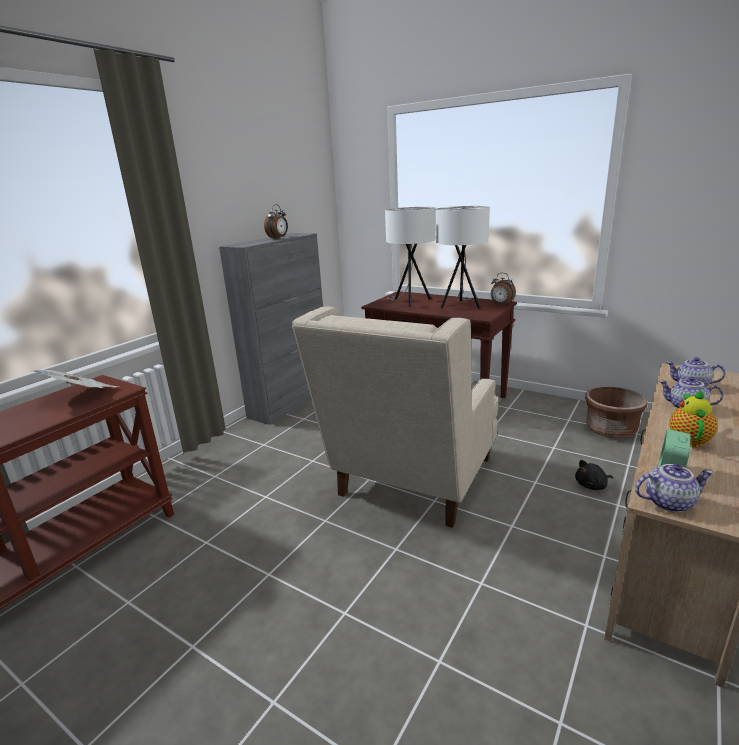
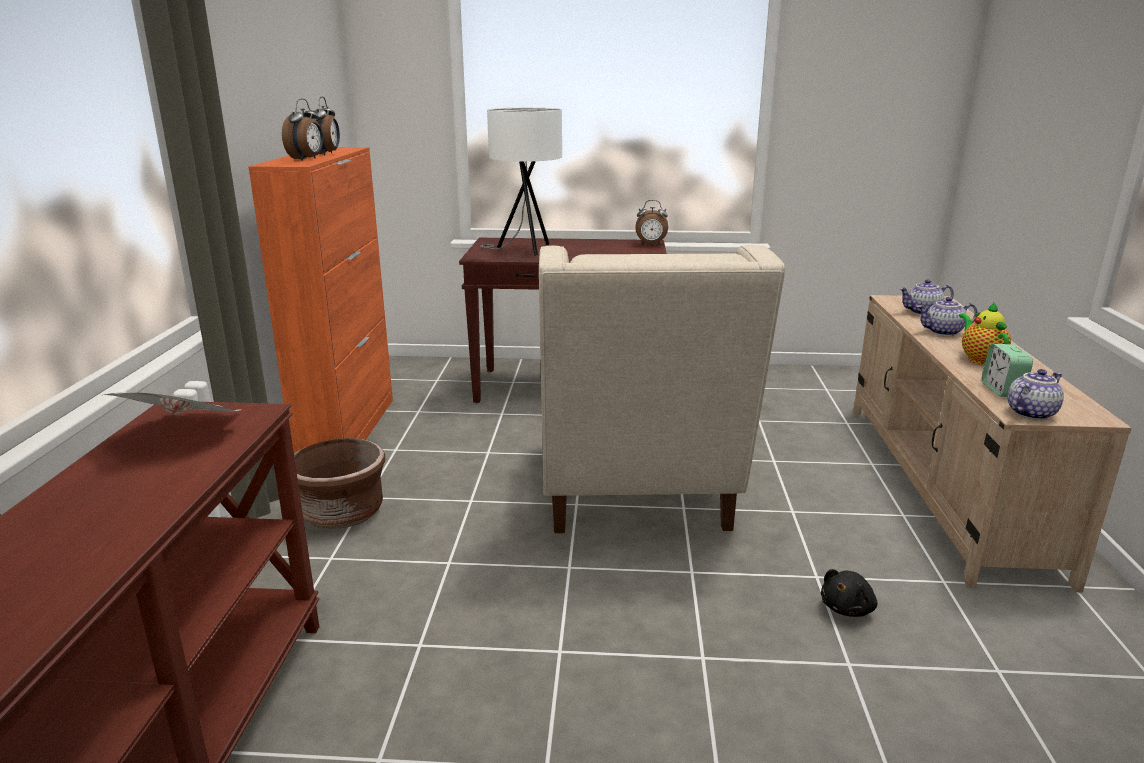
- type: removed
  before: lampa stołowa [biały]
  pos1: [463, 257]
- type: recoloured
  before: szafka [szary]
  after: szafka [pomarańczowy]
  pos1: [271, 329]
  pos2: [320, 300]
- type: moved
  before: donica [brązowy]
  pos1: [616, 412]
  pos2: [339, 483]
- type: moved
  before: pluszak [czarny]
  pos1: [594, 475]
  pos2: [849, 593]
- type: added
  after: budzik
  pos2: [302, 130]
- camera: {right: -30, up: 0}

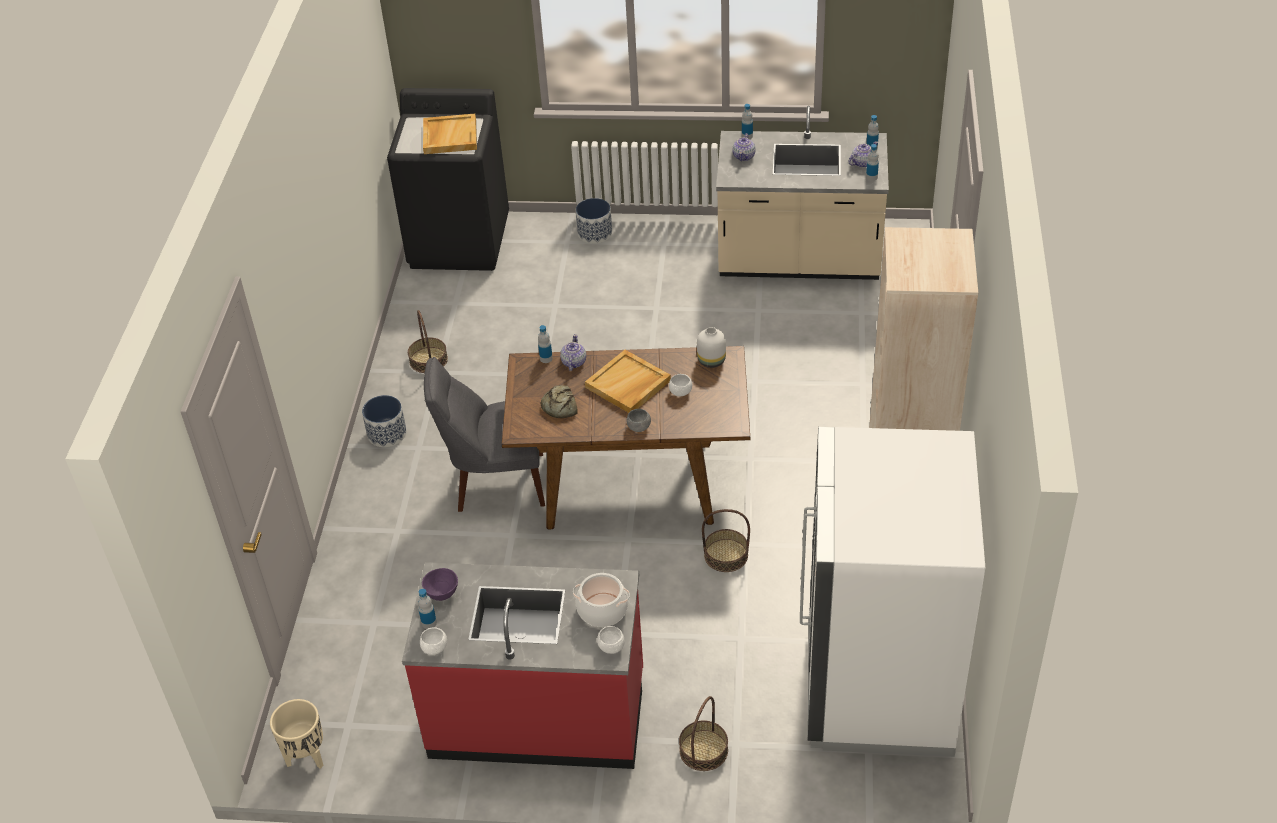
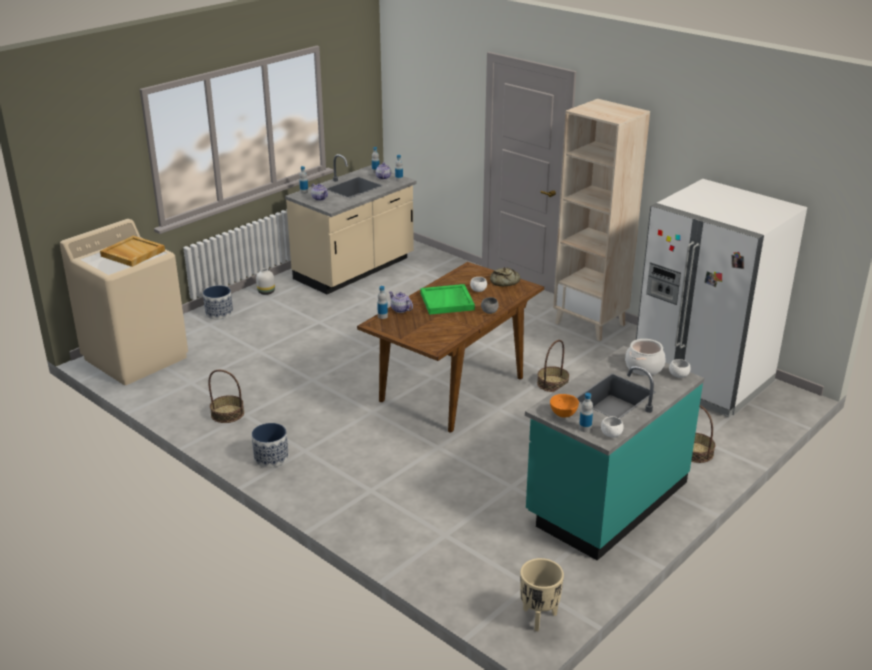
- type: recoloured
  before: pralka [czarny]
  after: pralka [beżowy]
  pos1: [448, 179]
  pos2: [124, 302]
- type: moved
  before: wazon [biały]
  pos1: [711, 347]
  pos2: [265, 281]
- type: recoloured
  before: taca [beżowy]
  after: taca [zielony]
  pos1: [628, 381]
  pos2: [448, 299]
- type: removed
  before: krzesło [szary]
  pos1: [484, 434]
- type: moved
  before: chleb
  pos1: [559, 401]
  pos2: [505, 276]
- type: recoloured
  before: zabudowa kuchenna [czerwony]
  after: zabudowa kuchenna [turkusowy]
  pos1: [522, 665]
  pos2: [614, 453]
- type: recoloured
  before: miska [fioletowy]
  after: miska [pomarańczowy]
  pos1: [440, 584]
  pos2: [564, 406]
- camera: {right: -55, up: -15}

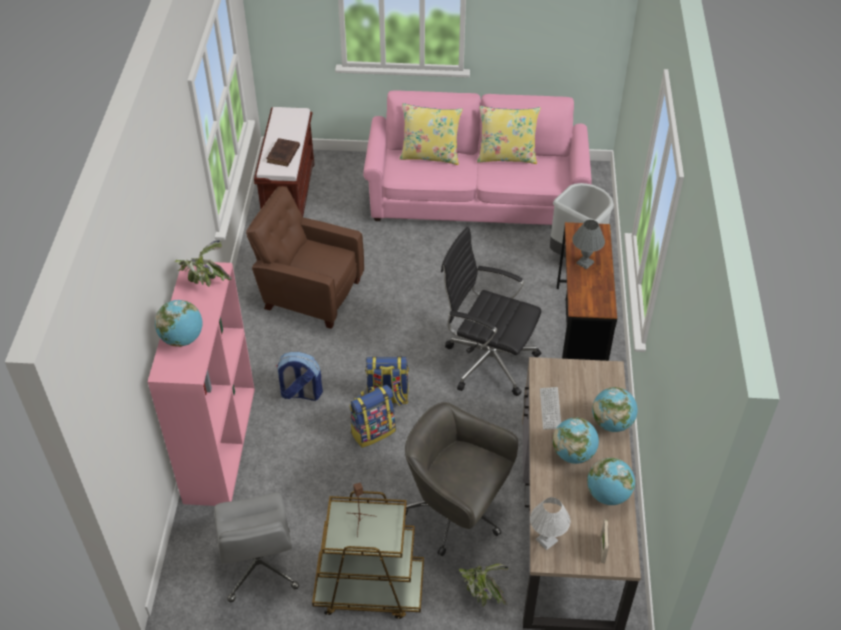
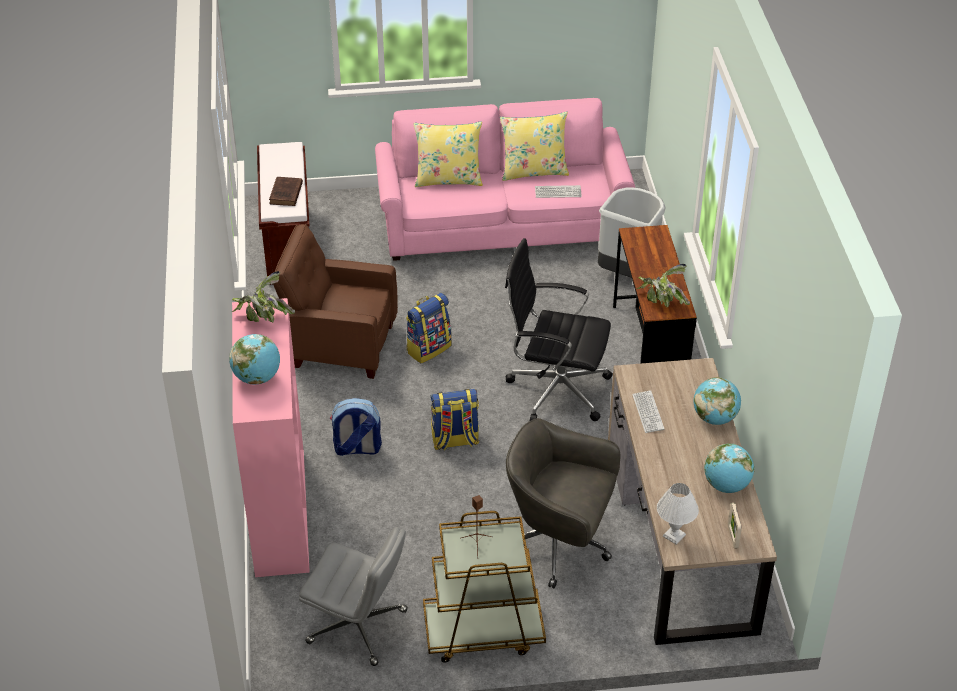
- type: removed
  before: lampa stołowa [szary]
  pos1: [588, 244]
- type: moved
  before: plecak
  pos1: [373, 416]
  pos2: [429, 328]
- type: removed
  before: globus
  pos1: [576, 441]
- type: turned
  before: krzesło biurowe [szary]
  pos1: [256, 547]
  pos2: [353, 596]
  turn: -45
- type: moved
  before: roślina doniczkowa
  pos1: [483, 585]
  pos2: [663, 285]
- type: added
  after: klawiatura
  pos2: [558, 191]
- camera: {right: -10, up: -5}

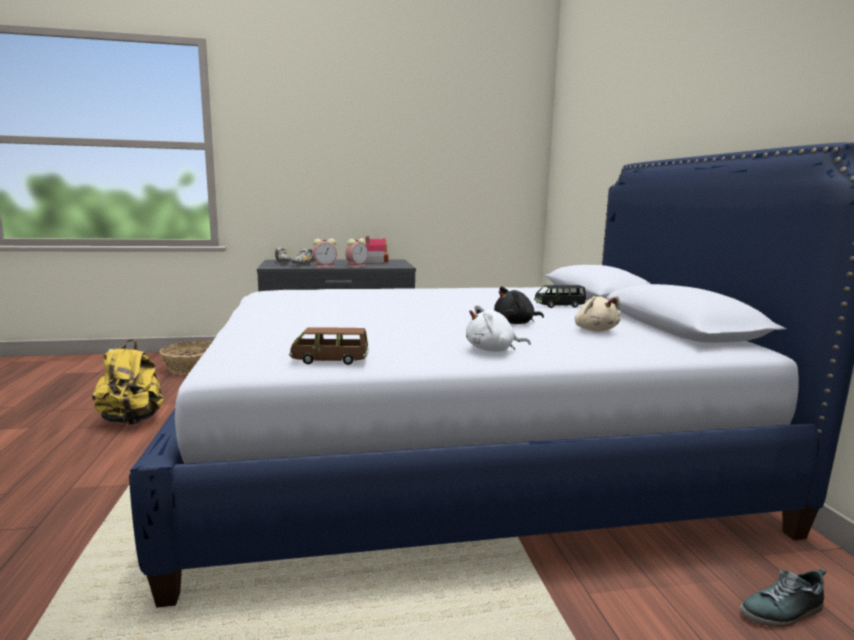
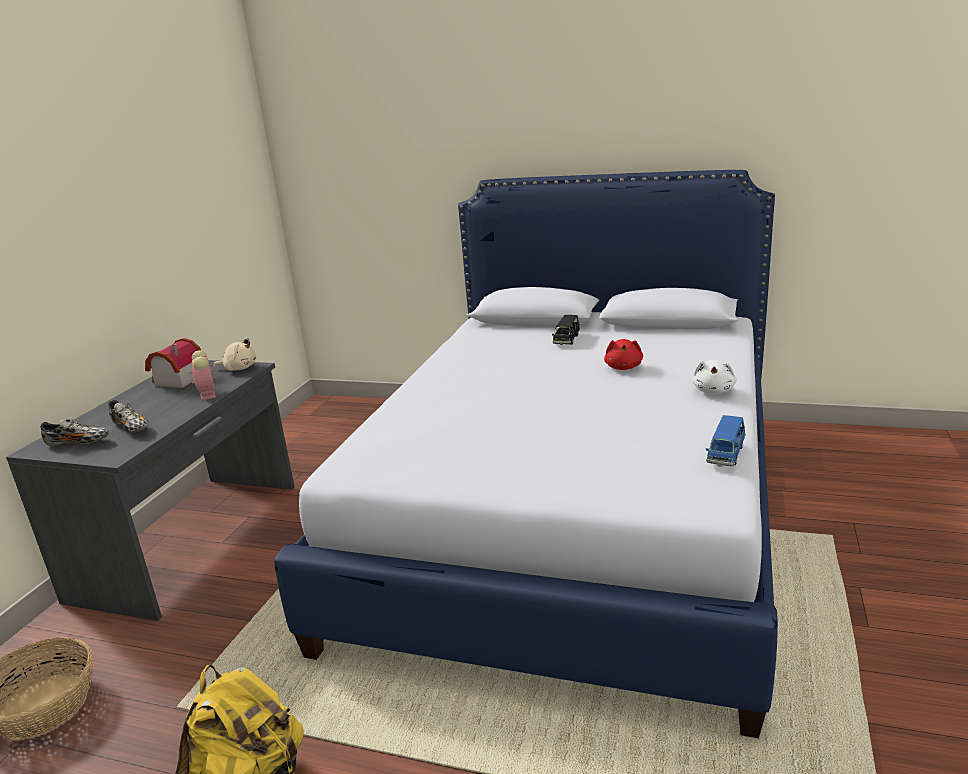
- type: removed
  before: budzik
  pos1: [325, 253]
- type: recoloured
  before: pluszak [czarny]
  after: pluszak [czerwony]
  pos1: [519, 305]
  pos2: [623, 354]
- type: moved
  before: pluszak [beżowy]
  pos1: [597, 314]
  pos2: [234, 354]
- type: recoloured
  before: samochodzik [brązowy]
  after: samochodzik [niebieski]
  pos1: [329, 346]
  pos2: [726, 441]
- type: removed
  before: but
  pos1: [783, 597]
- camera: {right: -60, up: 10}

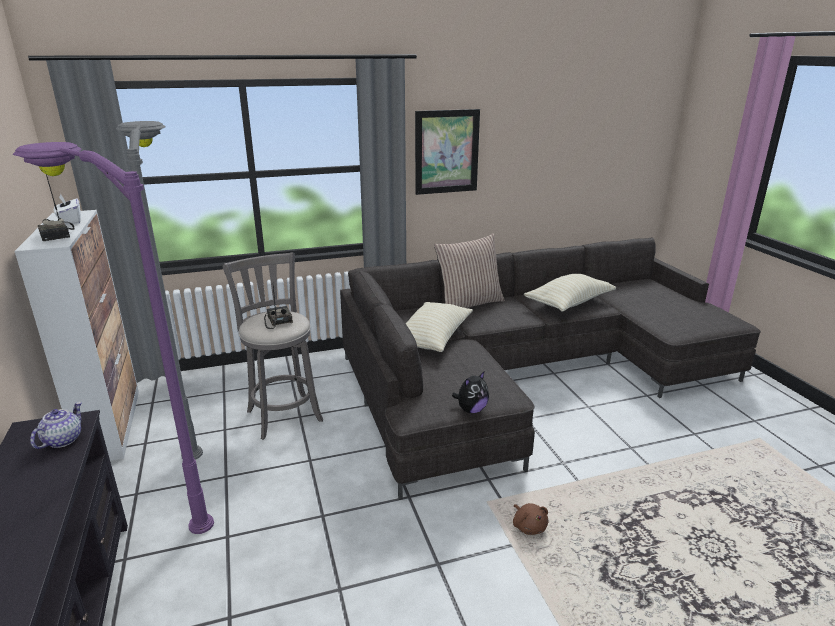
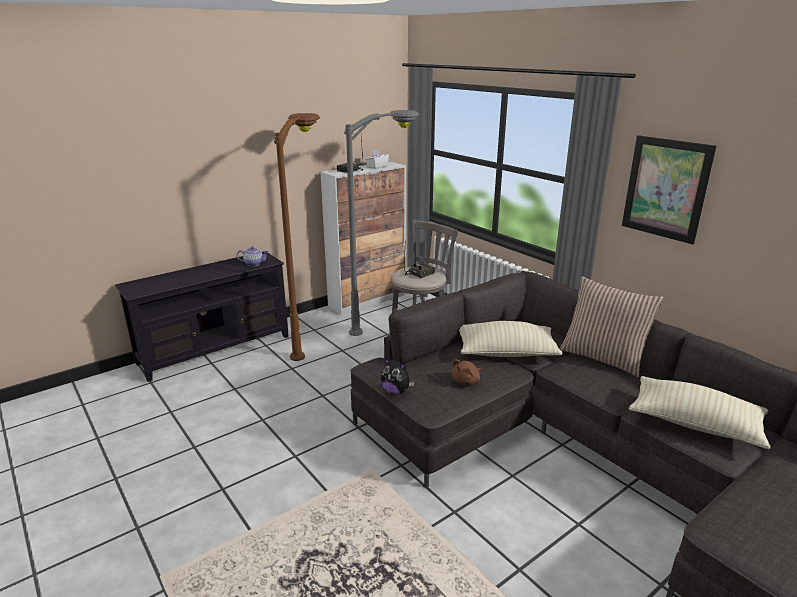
- type: recoloured
  before: lampa stojąca [fioletowy]
  after: lampa stojąca [brązowy]
  pos1: [113, 338]
  pos2: [297, 237]
- type: moved
  before: pluszak [brązowy]
  pos1: [531, 519]
  pos2: [466, 372]
- camera: {right: 70, up: 0}

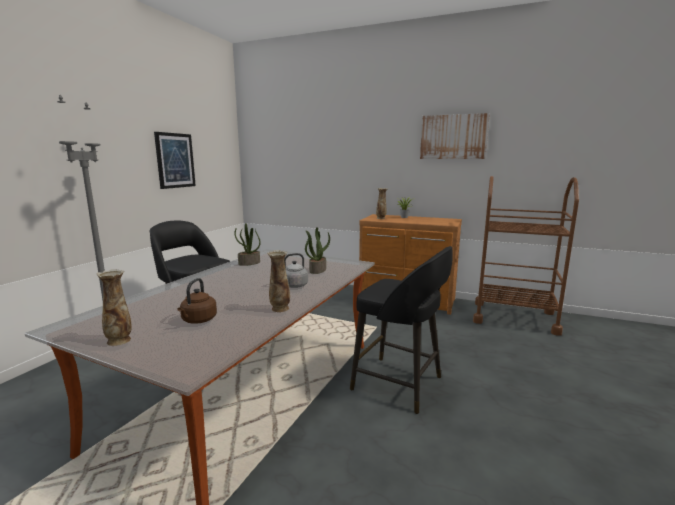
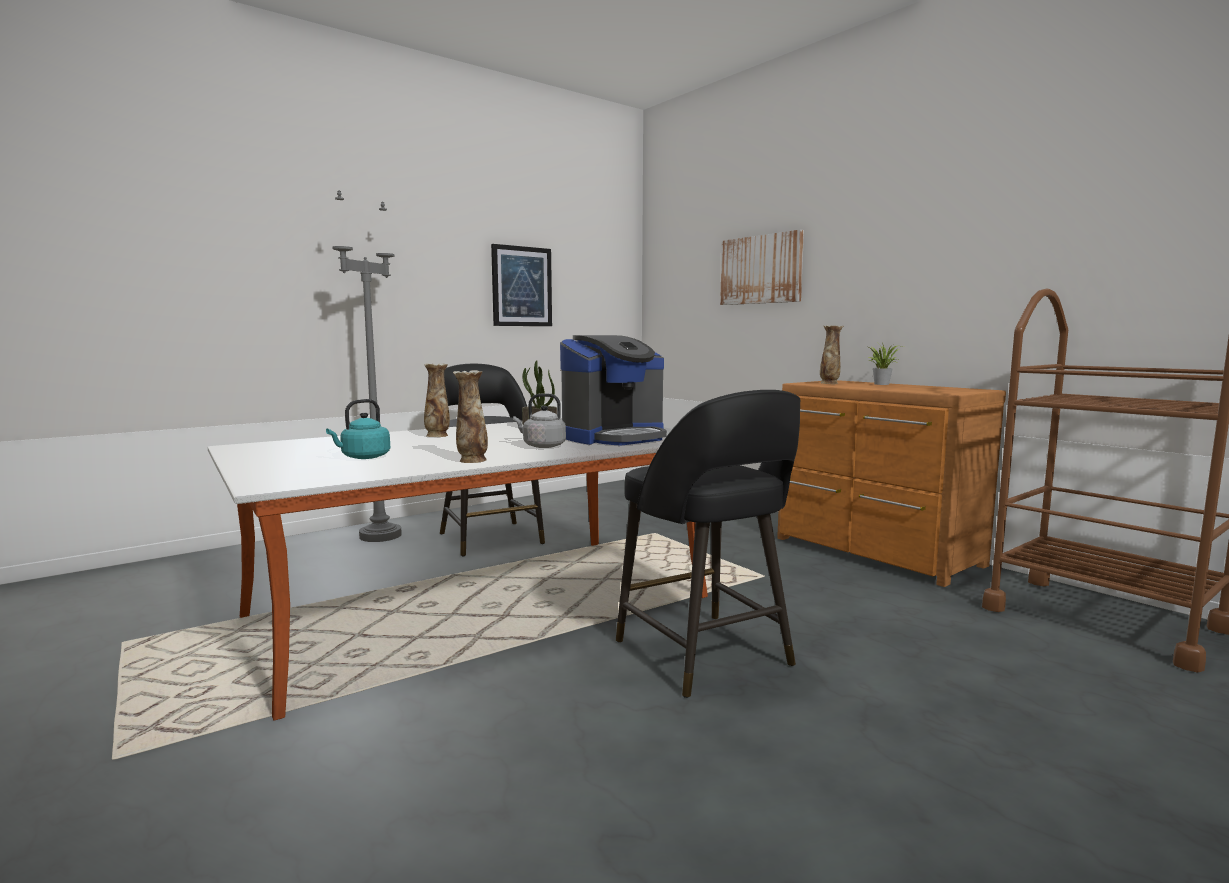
- type: moved
  before: obraz
  pos1: [455, 136]
  pos2: [762, 267]
- type: replaced
  before: roślina doniczkowa
  after: ekspres do kawy
  pos1: [317, 250]
  pos2: [613, 390]
- type: moved
  before: wazon
  pos1: [114, 307]
  pos2: [437, 400]
- type: recoloured
  before: czajnik [brązowy]
  after: czajnik [turkusowy]
  pos1: [197, 301]
  pos2: [358, 429]
- camera: {right: 30, up: -5}

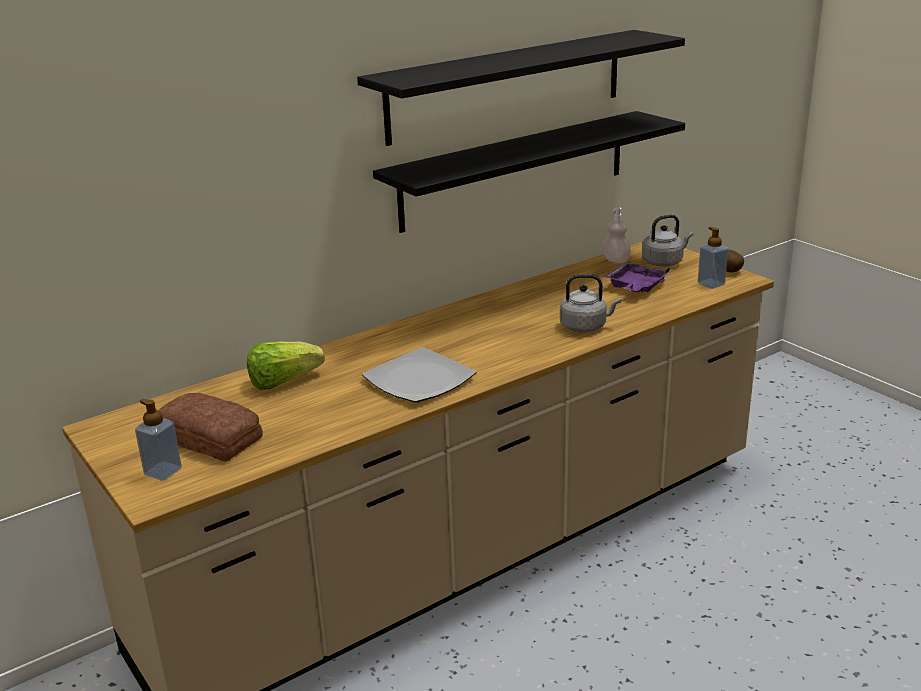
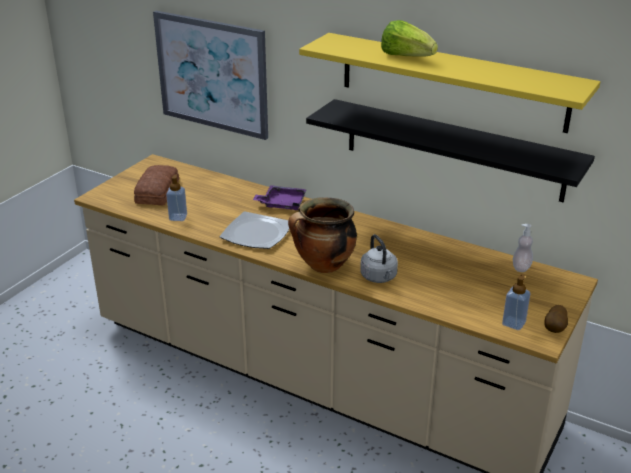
- type: recoloured
  before: półka [czarny]
  after: półka [żółty]
  pos1: [521, 88]
  pos2: [449, 83]
- type: removed
  before: czajnik [szary]
  pos1: [667, 240]
- type: moved
  before: taca [fioletowy]
  pos1: [637, 277]
  pos2: [280, 197]
- type: moved
  before: sałata
  pos1: [286, 365]
  pos2: [409, 38]
- type: moved
  before: dozownik mydła
  pos1: [158, 440]
  pos2: [176, 197]
- type: added
  after: obraz
  pos2: [210, 75]
- type: added
  after: garnek
  pos2: [322, 235]
- camera: {right: 65, up: 5}

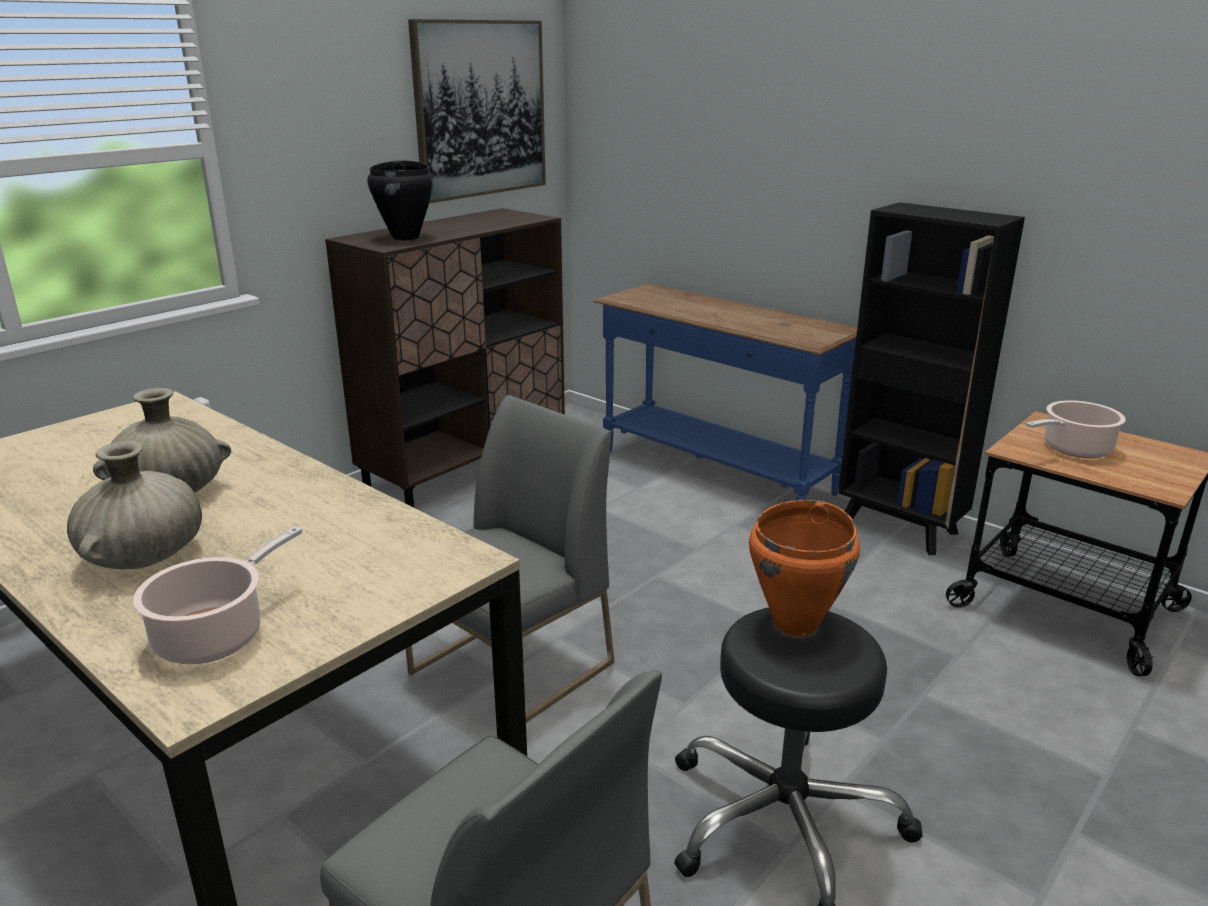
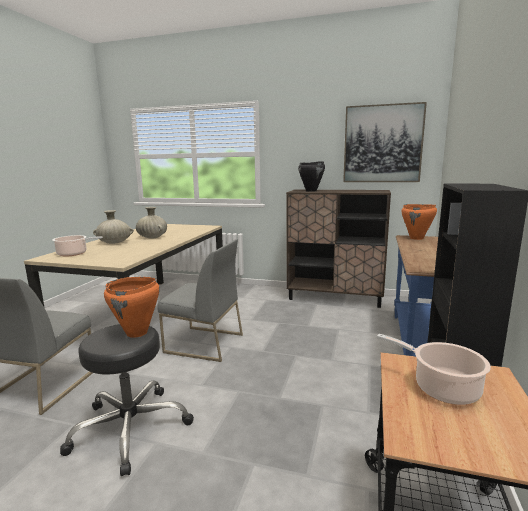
- type: added
  after: garnek [pomarańczowy]
  pos2: [419, 222]
- camera: {right: 65, up: -10}

